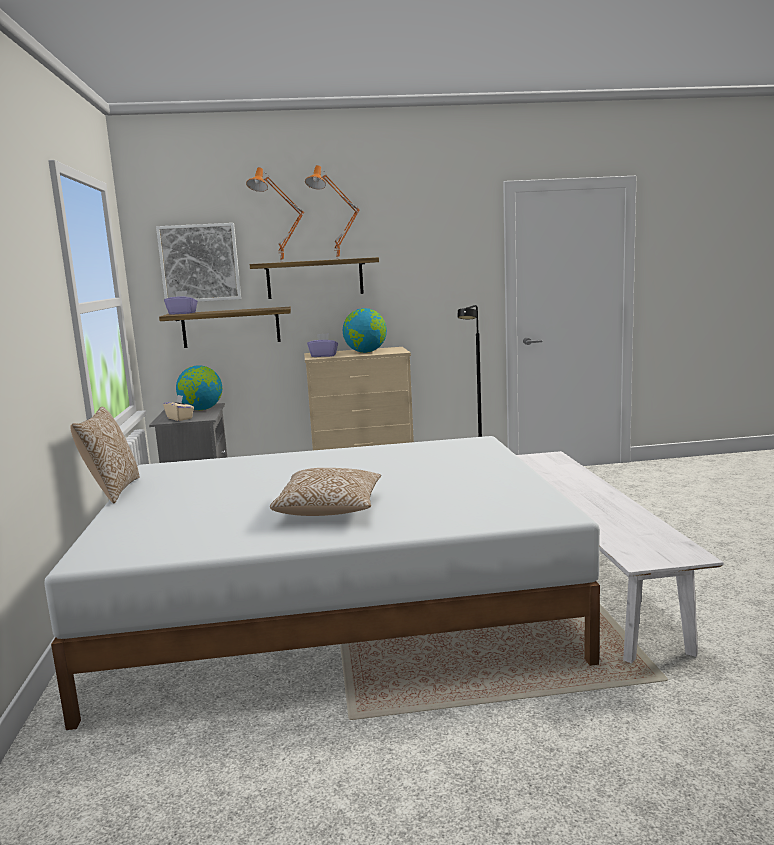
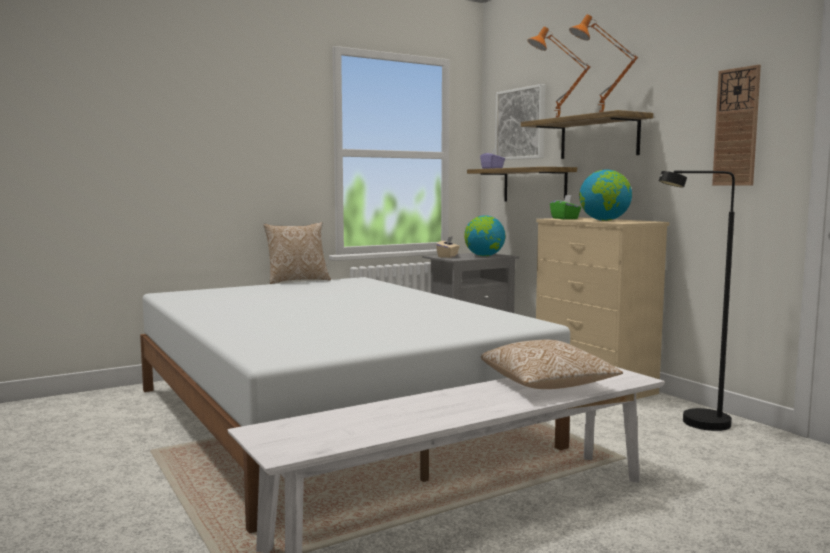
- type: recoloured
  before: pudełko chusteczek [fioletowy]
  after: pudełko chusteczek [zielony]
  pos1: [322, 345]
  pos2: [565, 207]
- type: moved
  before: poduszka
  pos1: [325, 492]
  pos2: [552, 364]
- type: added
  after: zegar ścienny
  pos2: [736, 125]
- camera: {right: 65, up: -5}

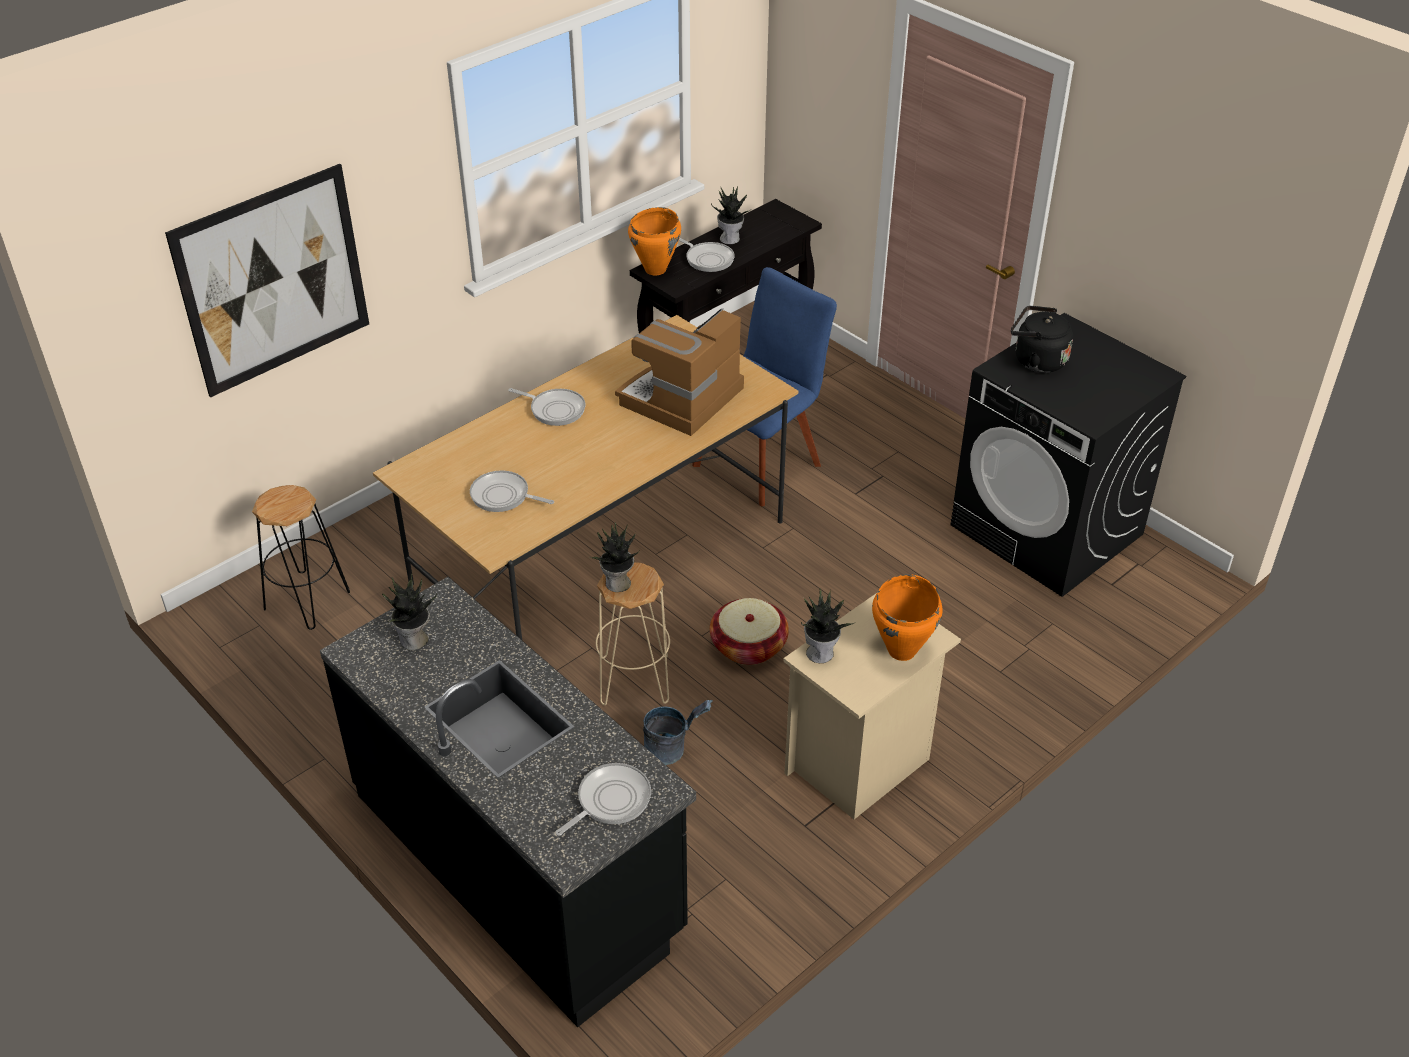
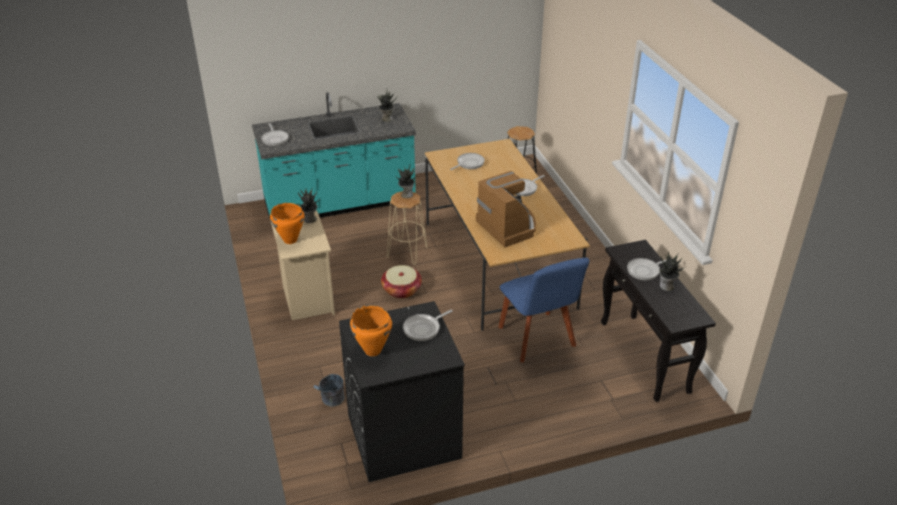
- type: removed
  before: obraz
  pos1: [267, 280]
- type: moved
  before: garnek [pomarańczowy]
  pos1: [654, 241]
  pos2: [371, 330]
- type: replaced
  before: czajnik [czarny]
  after: patelnia
  pos1: [1042, 339]
  pos2: [428, 325]
- type: recoloured
  before: zabudowa kuchenna [czarny]
  after: zabudowa kuchenna [turkusowy]
  pos1: [508, 802]
  pos2: [334, 159]
- type: moved
  before: wiadro [szary]
  pos1: [678, 732]
  pos2: [329, 390]
- camera: {right: 115, up: -5}

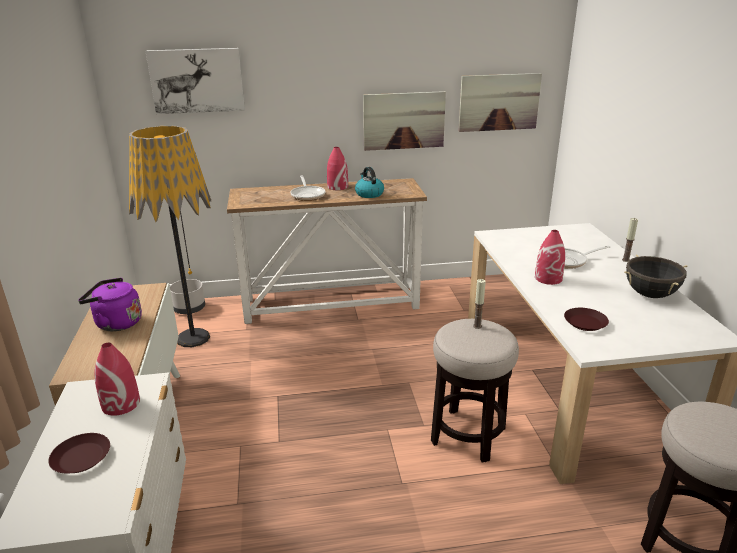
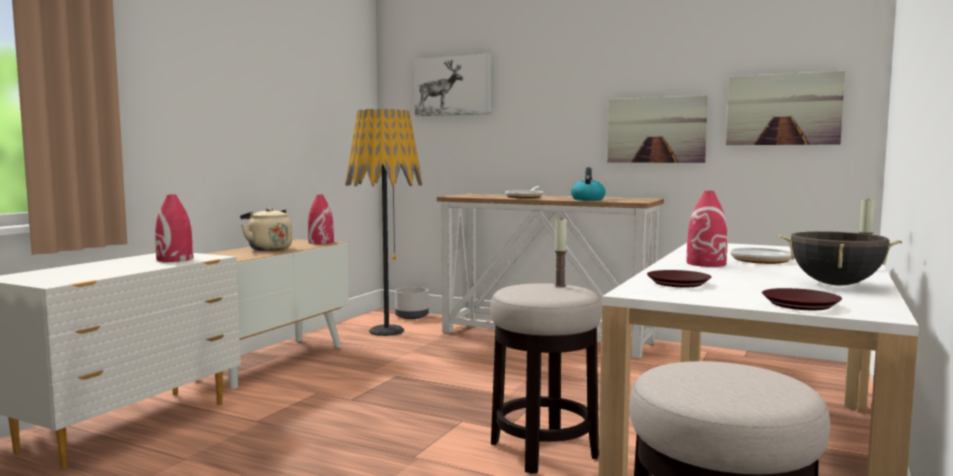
- type: moved
  before: wazon [czerwony]
  pos1: [337, 168]
  pos2: [321, 219]
- type: recoloured
  before: czajnik [fioletowy]
  after: czajnik [beżowy]
  pos1: [110, 304]
  pos2: [266, 229]
- type: moved
  before: talerz [brązowy]
  pos1: [79, 453]
  pos2: [802, 299]
- camera: {right: 35, up: -20}

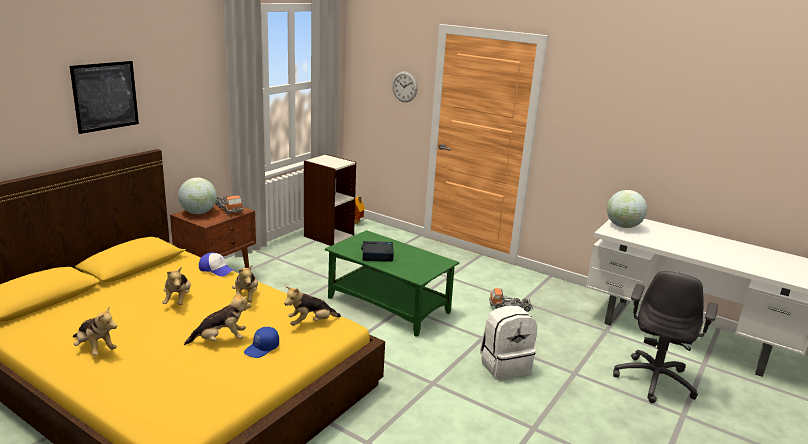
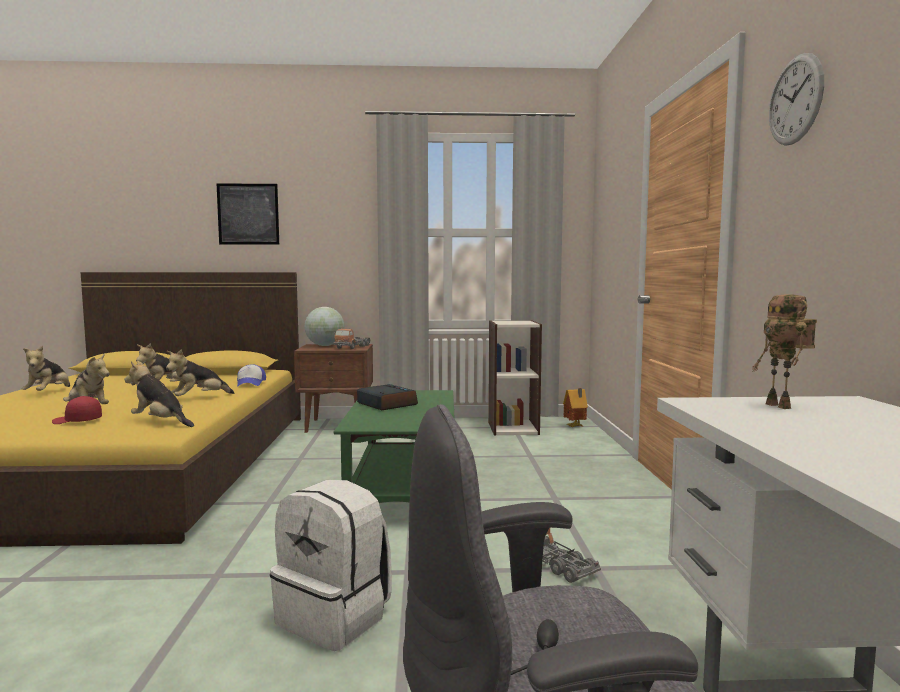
- type: moved
  before: zegar ścienny
  pos1: [405, 87]
  pos2: [796, 99]
- type: replaced
  before: globus
  after: robot zabawkowy
  pos1: [627, 209]
  pos2: [784, 351]
- type: recoloured
  before: czapka z daszkiem [niebieski]
  after: czapka z daszkiem [czerwony]
  pos1: [261, 342]
  pos2: [77, 410]
- camera: {right: 55, up: -15}

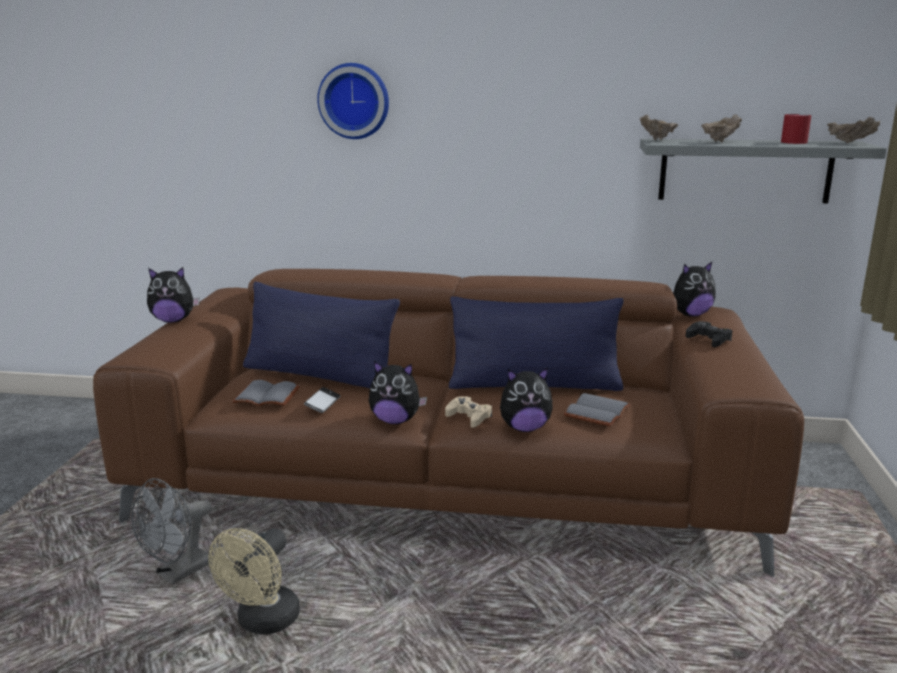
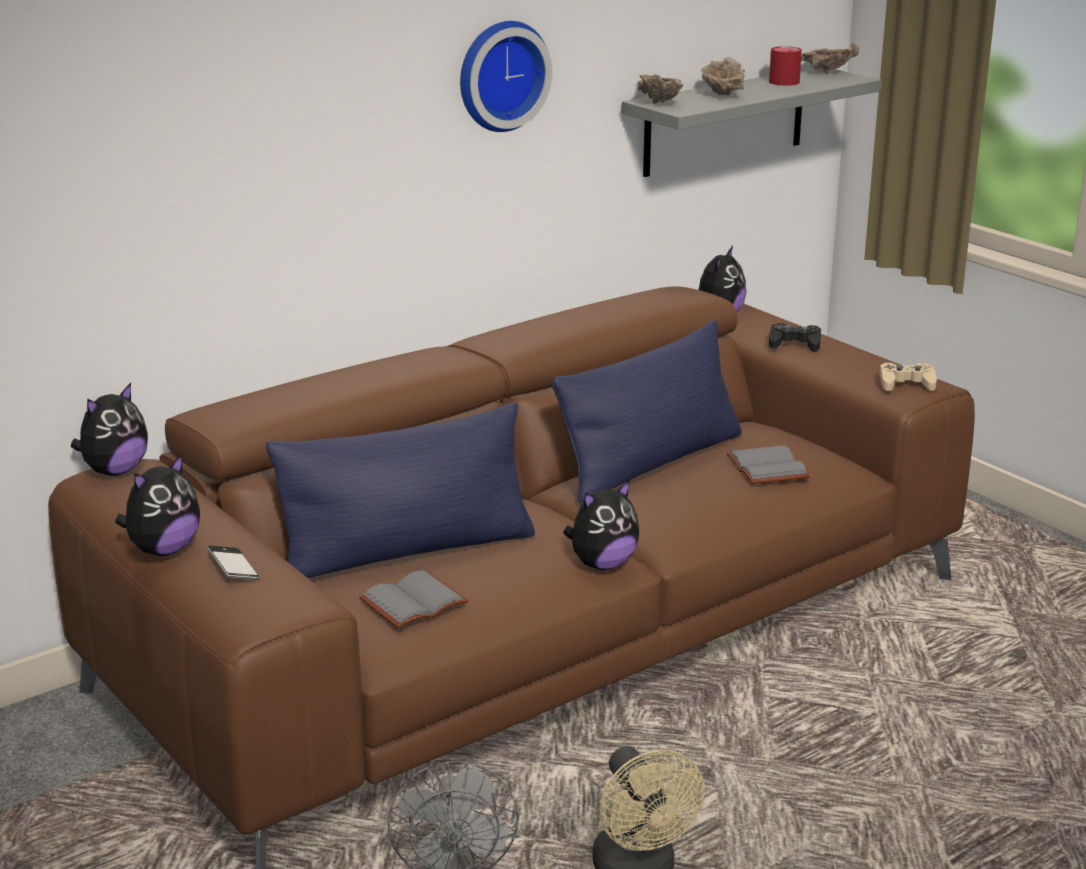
- type: moved
  before: zegar ścienny
  pos1: [353, 101]
  pos2: [506, 76]
- type: moved
  before: pluszak
  pos1: [526, 399]
  pos2: [109, 429]
- type: moved
  before: telefon
  pos1: [322, 400]
  pos2: [233, 562]
- type: moved
  before: pad do gier [beżowy]
  pos1: [468, 412]
  pos2: [908, 377]
- camera: {right: -45, up: 5}

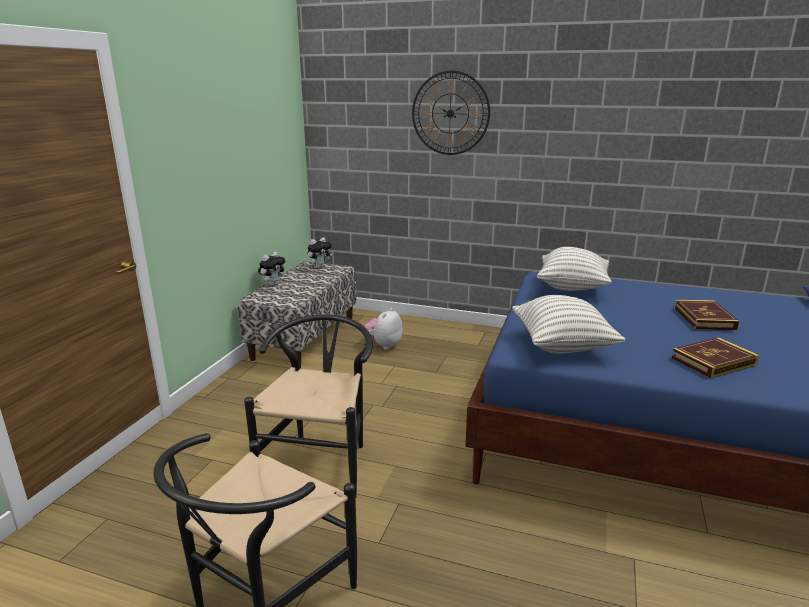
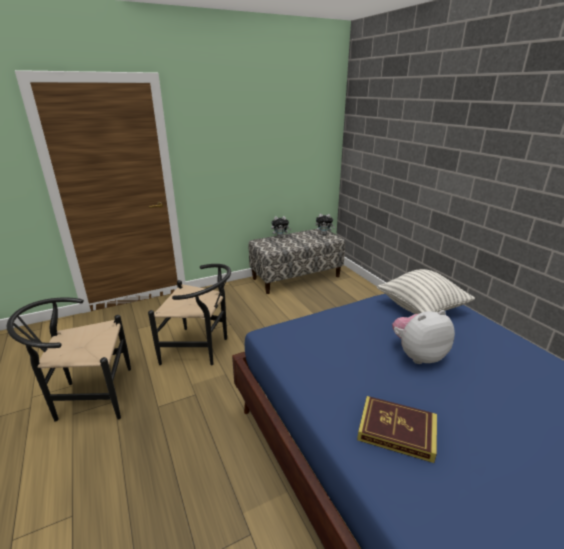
- type: removed
  before: zegar ścienny
  pos1: [451, 112]
- type: removed
  before: poduszka
  pos1: [568, 324]
- type: removed
  before: książka
  pos1: [706, 314]
- type: moved
  before: pluszak
  pos1: [383, 329]
  pos2: [423, 337]
- type: turned
  before: krzesło [czarny]
  pos1: [308, 405]
  pos2: [189, 315]
  turn: 45
- camera: {right: 45, up: 5}

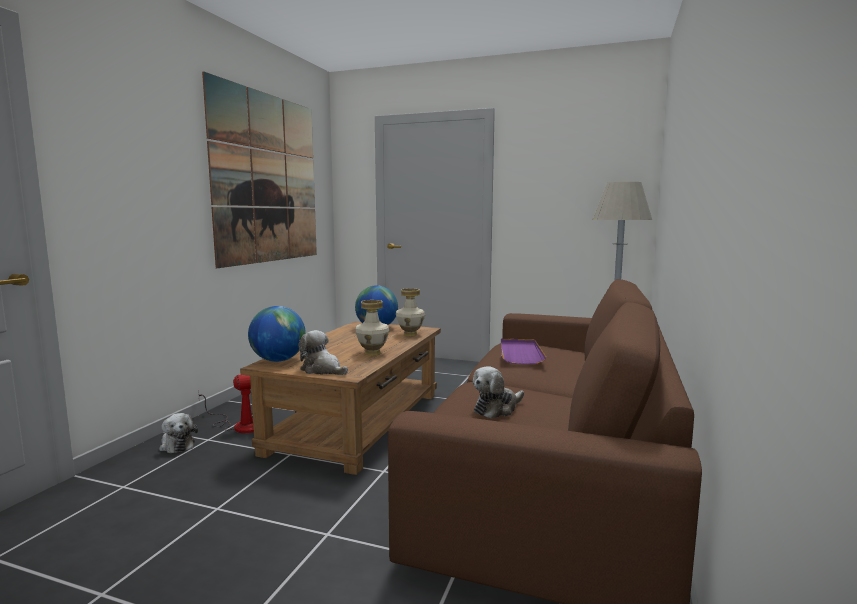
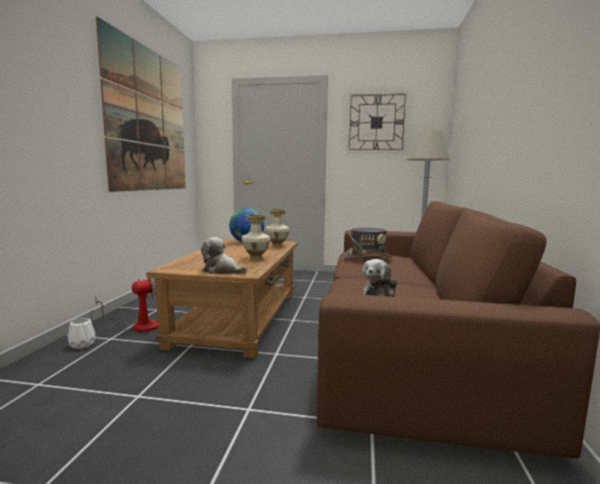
- type: removed
  before: globus
  pos1: [277, 334]
- type: replaced
  before: taca [fioletowy]
  after: kapelusz [szary]
  pos1: [524, 351]
  pos2: [368, 243]
- type: replaced
  before: pluszak
  after: wazon [biały]
  pos1: [178, 433]
  pos2: [81, 333]
- type: added
  after: zegar ścienny
  pos2: [377, 122]
- camera: {right: -10, up: 0}

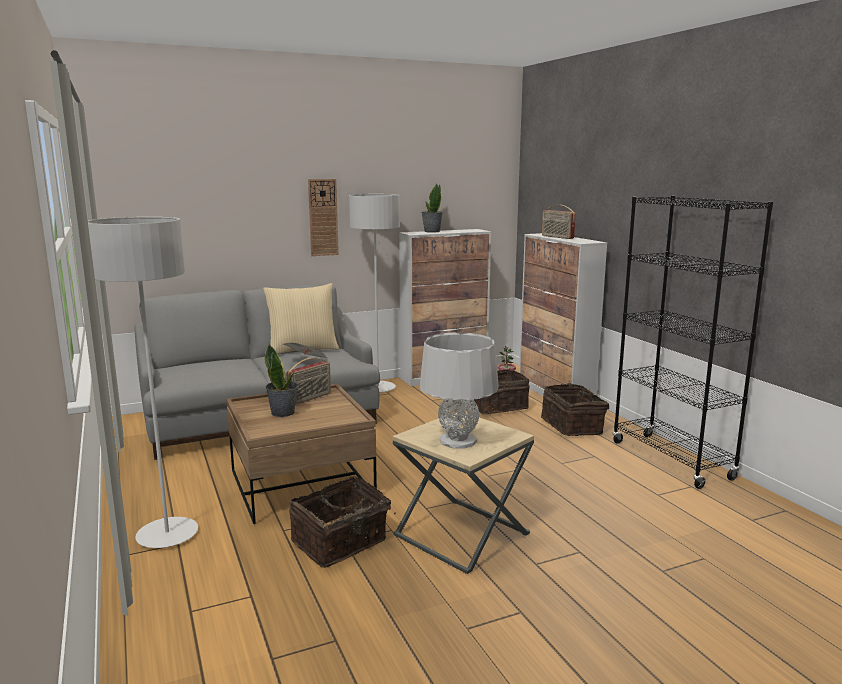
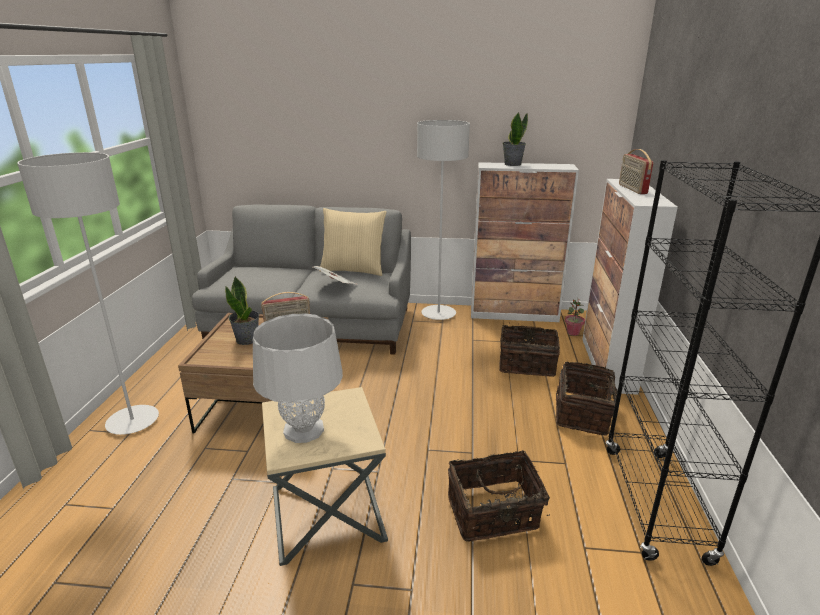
- type: removed
  before: zegar ścienny
  pos1: [323, 217]
- type: moved
  before: koszyk
  pos1: [342, 522]
  pos2: [499, 496]
- camera: {right: 30, up: 10}

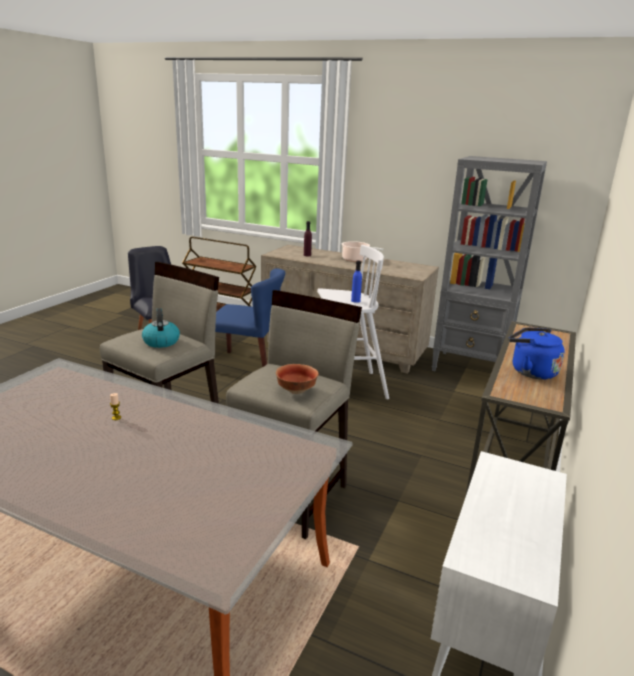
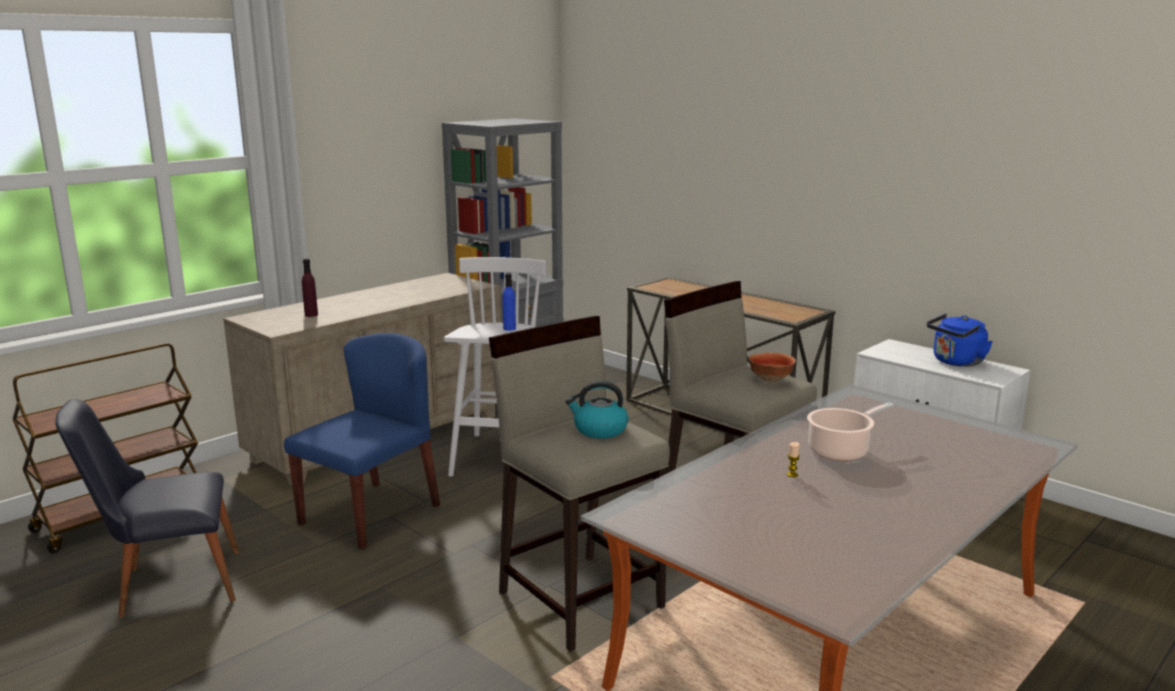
- type: moved
  before: garnek
  pos1: [362, 251]
  pos2: [850, 431]
- type: moved
  before: czajnik [niebieski]
  pos1: [536, 353]
  pos2: [960, 340]
- camera: {right: -70, up: -5}

